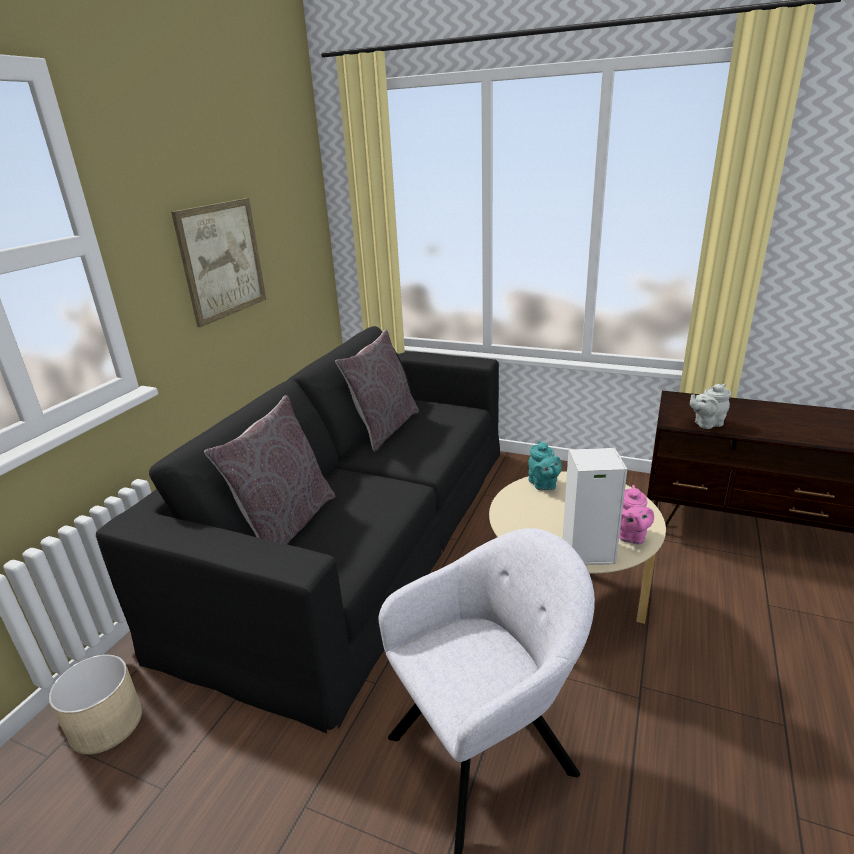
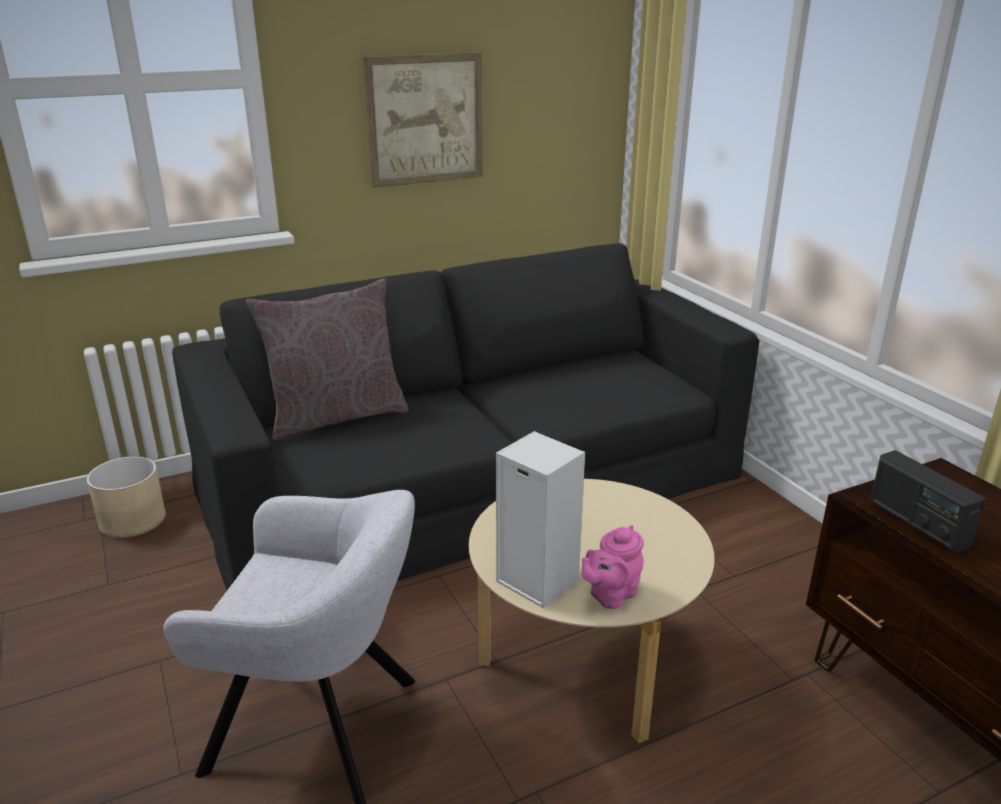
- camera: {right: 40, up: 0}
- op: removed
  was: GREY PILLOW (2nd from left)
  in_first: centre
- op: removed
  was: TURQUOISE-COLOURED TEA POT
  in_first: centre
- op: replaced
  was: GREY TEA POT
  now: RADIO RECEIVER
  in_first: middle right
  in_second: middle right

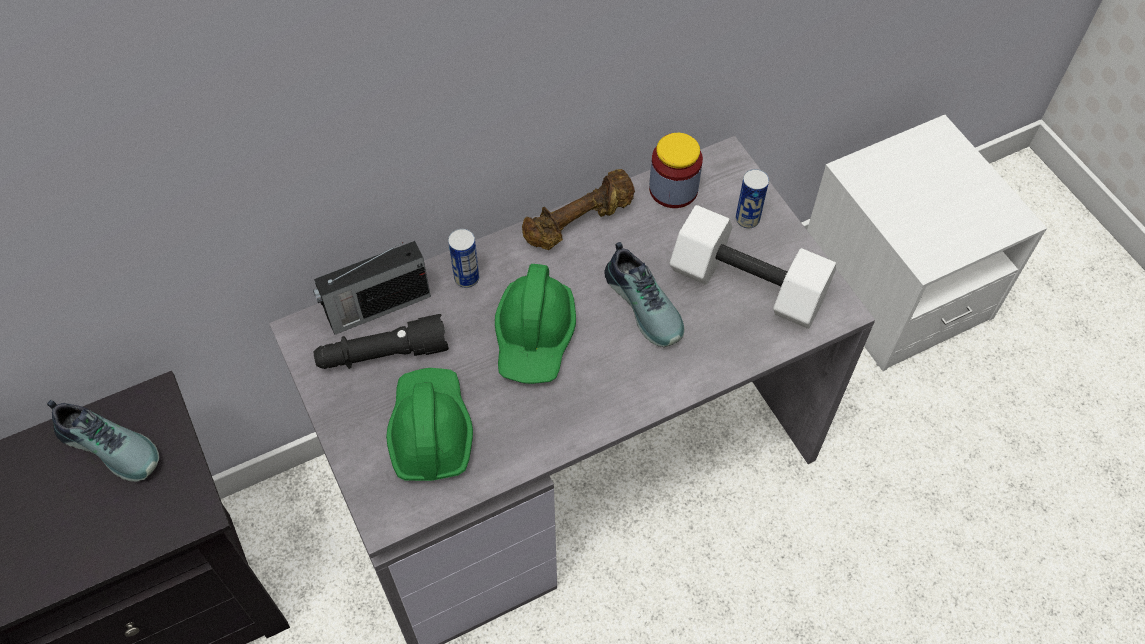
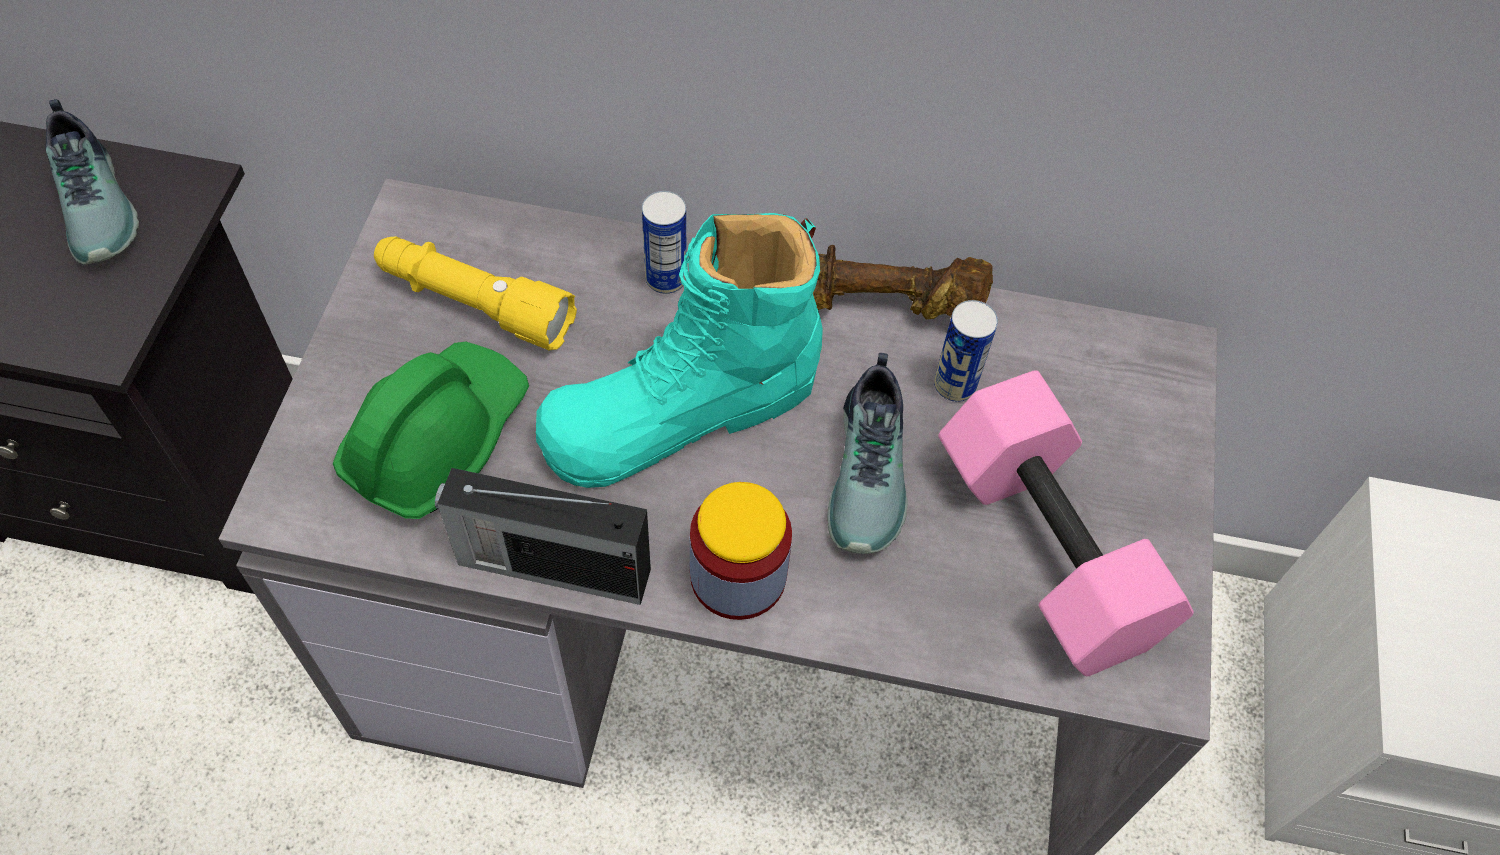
- camera: {right: 35, up: 0}
- op: moved
  was: RADIO RECEIVER
  in_first: middle left
  in_second: centre
- op: moved
  was: STORAGE JAR
  in_first: top centre
  in_second: centre
- op: moved
  was: CAN (2nd from left)
  in_first: top centre
  in_second: centre
- op: replaced
  was: GREEN-COLOURED WORK HELMET (2nd from left)
  now: TURQUOISE-COLOURED BOOT
  in_first: centre
  in_second: centre
- op: recoloured
  was: BLACK-COLOURED HAND TORCH
  now: YELLOW-COLOURED HAND TORCH
  in_first: middle left
  in_second: middle left
- op: recoloured
  was: WHITE-COLOURED FREE WEIGHT
  now: PINK-COLOURED FREE WEIGHT
  in_first: centre
  in_second: middle right

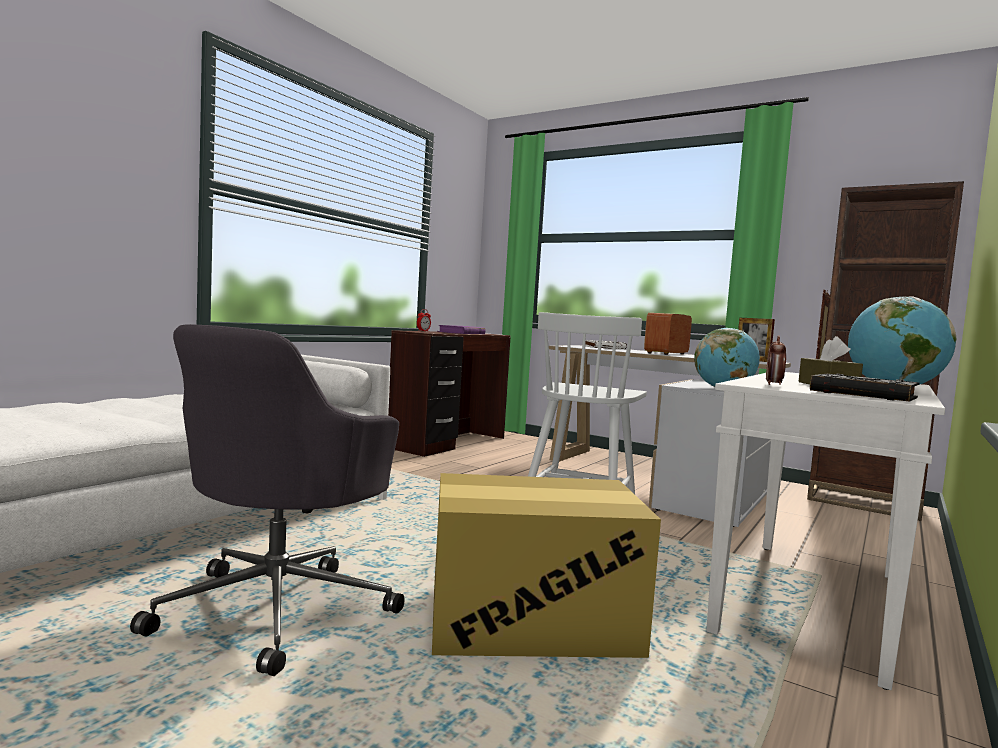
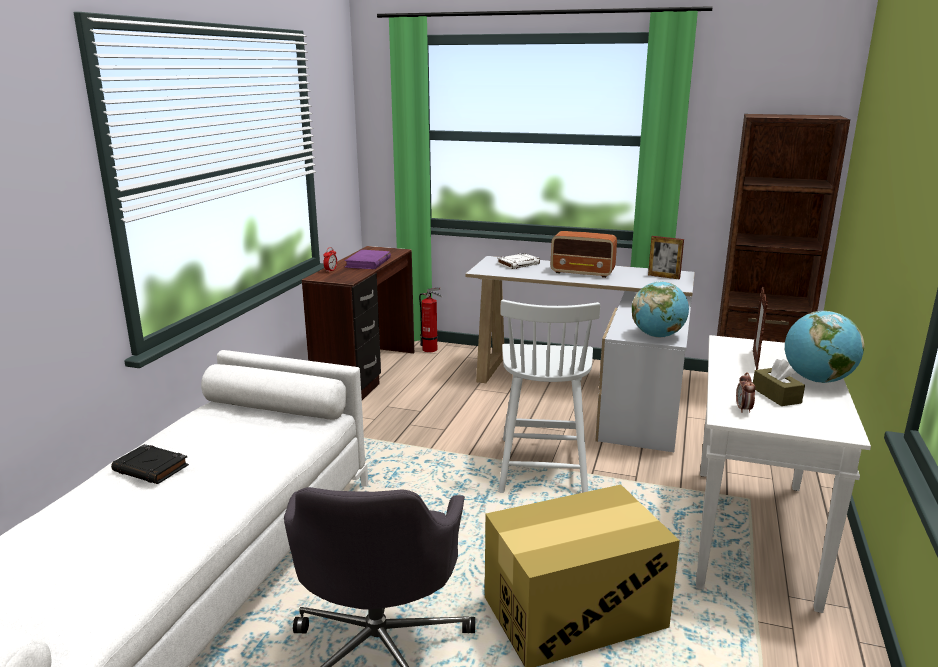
- camera: {right: -15, up: 15}
- op: added
  now: EXTINGUISHER
  in_second: centre
- op: moved
  was: BLACK-COLOURED VOLUME
  in_first: middle right
  in_second: bottom left
- op: turned
  was: RADIO RECEIVER
  in_first: middle right
  in_second: centre
  clockwise: -90

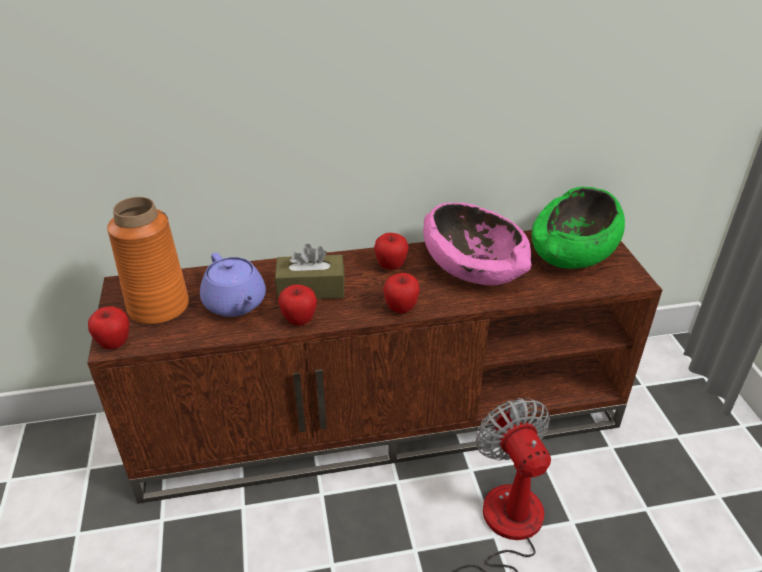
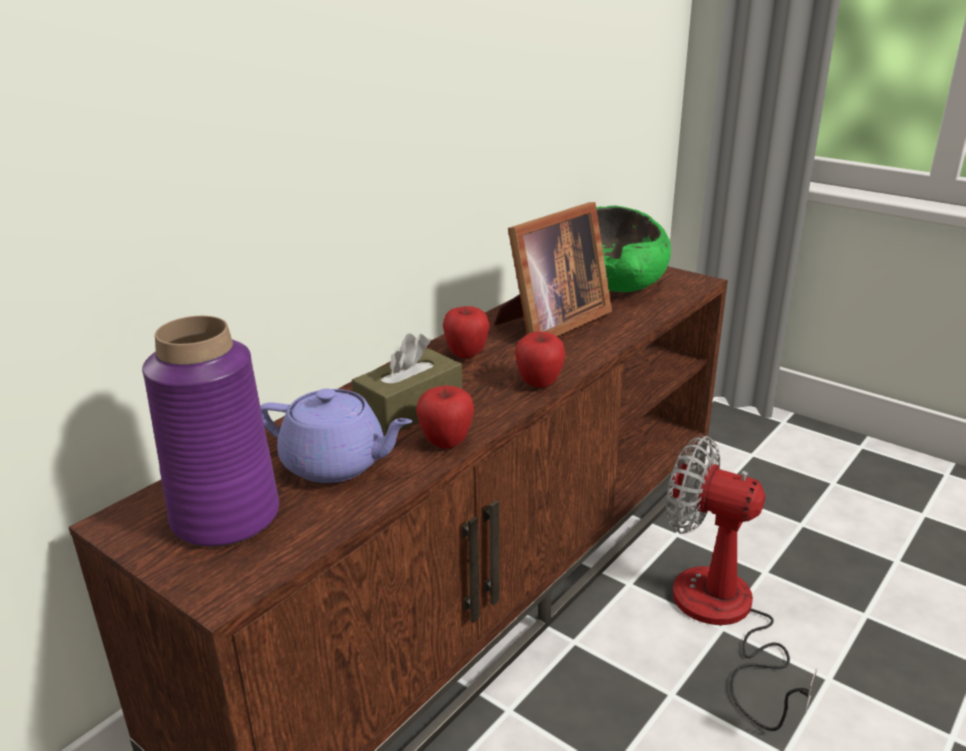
- camera: {right: -40, up: -10}
- op: removed
  was: APPLE (1st from left)
  in_first: middle left
- op: replaced
  was: PINK-COLOURED DEEP DISH
  now: PICTURE FRAME
  in_first: centre
  in_second: centre
- op: recoloured
  was: ORANGE-COLOURED DECORATIVE VASE
  now: PURPLISH DECORATIVE VASE
  in_first: middle left
  in_second: middle left

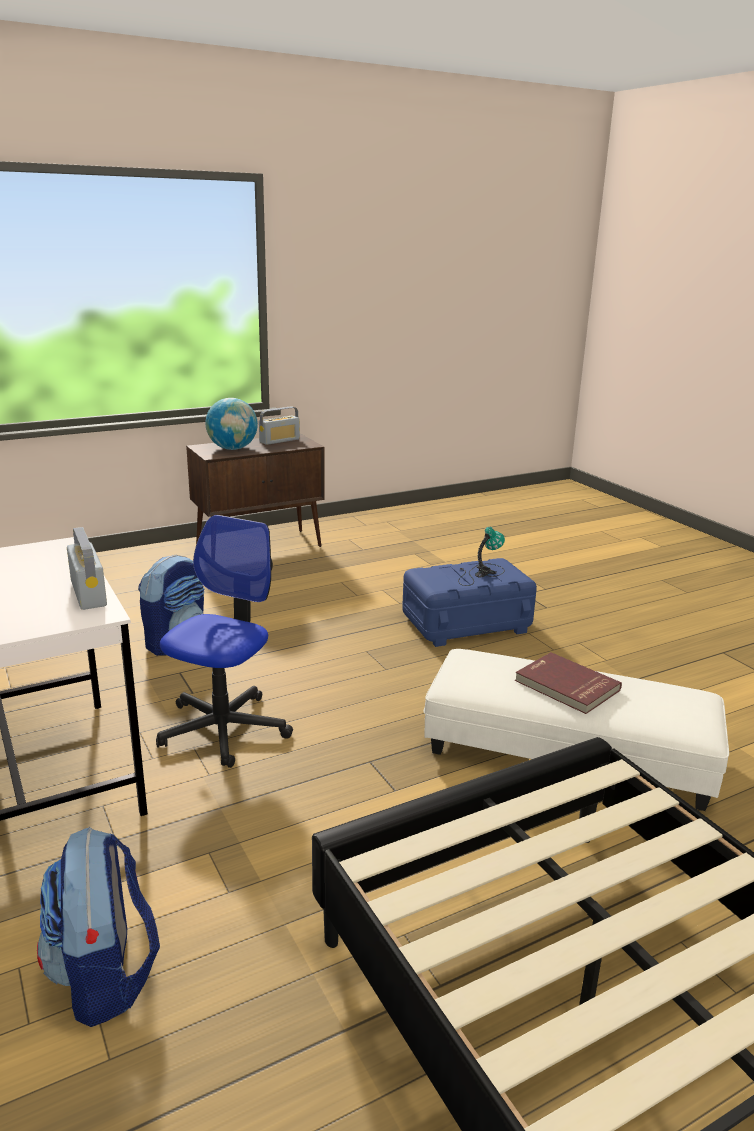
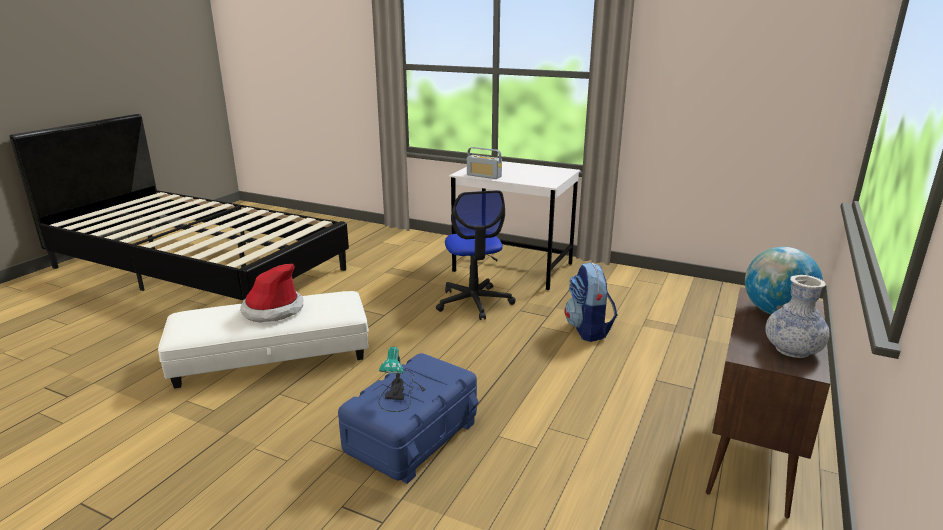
- camera: {right: 145, up: 0}
- op: removed
  was: KNAPSACK (1st from left)
  in_first: bottom left
- op: replaced
  was: RADIO RECEIVER (2nd from left)
  now: DECORATIVE VASE
  in_first: centre
  in_second: middle right
- op: replaced
  was: RED-COLOURED VOLUME
  now: HAT
  in_first: middle right
  in_second: middle left

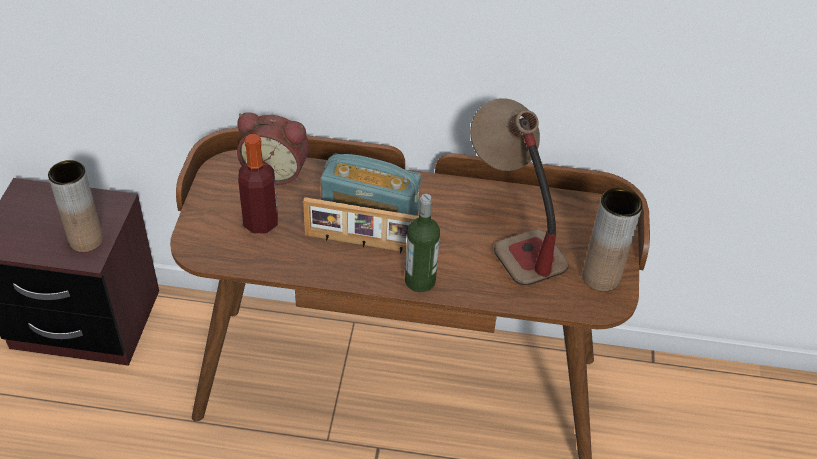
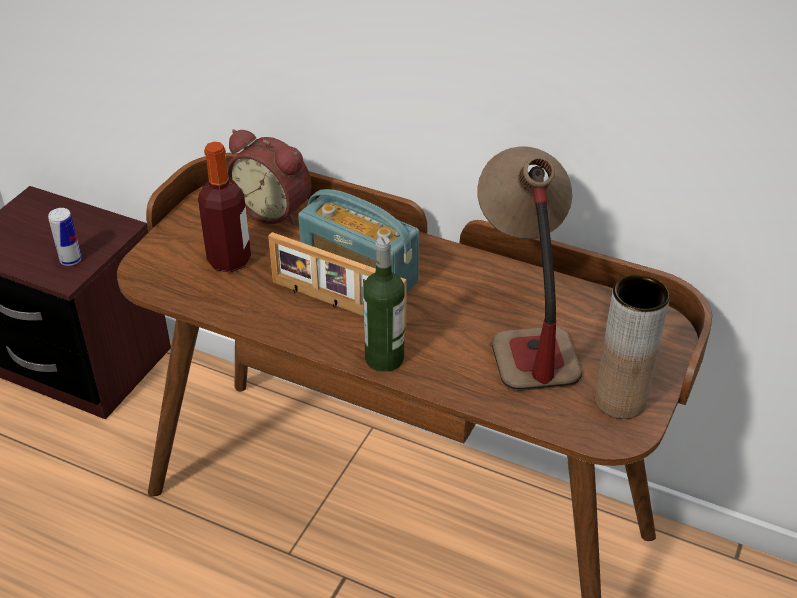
- camera: {right: 20, up: -5}
- op: replaced
  was: BROWN-COLOURED DECORATIVE VASE (1st from left)
  now: CAN
  in_first: middle left
  in_second: middle left

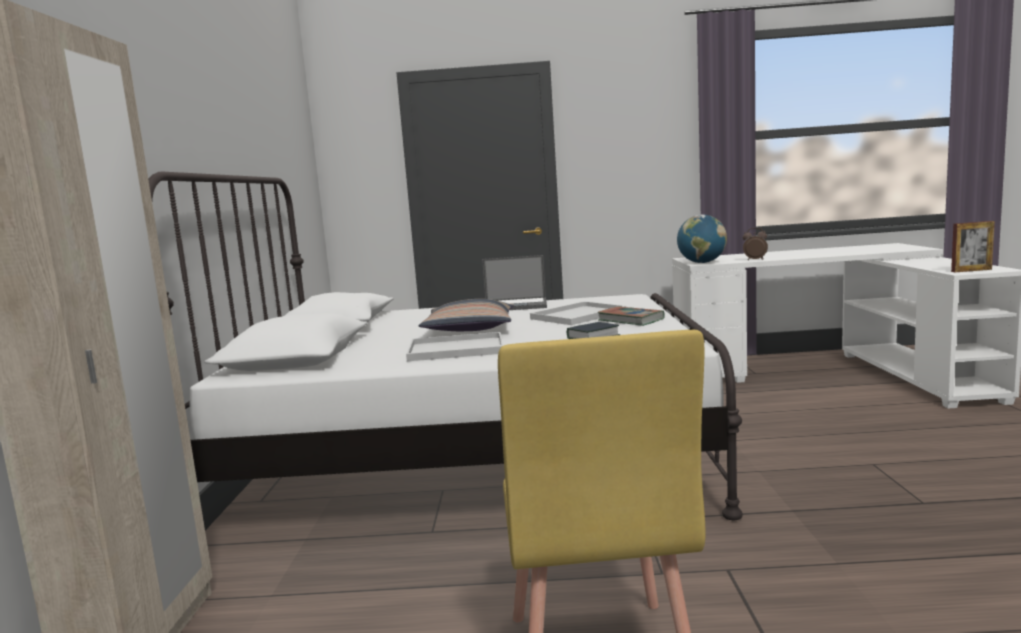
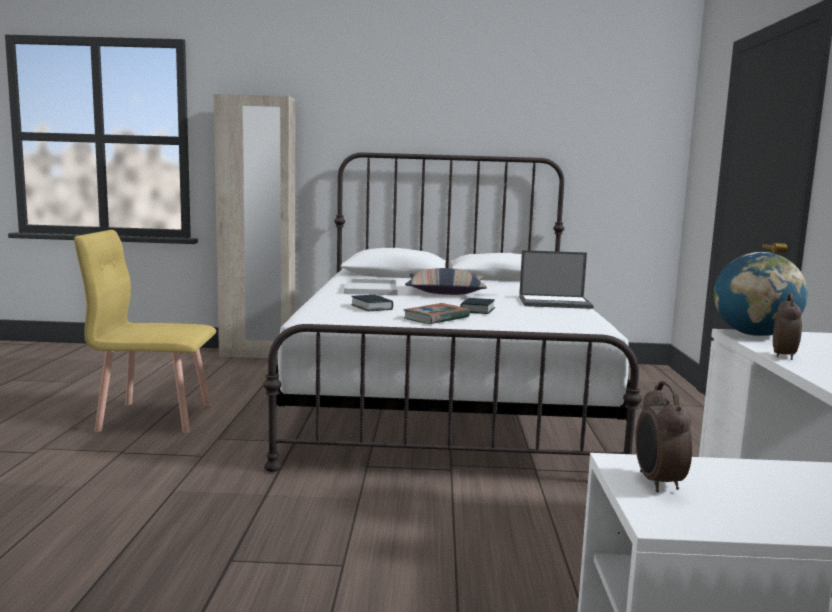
- camera: {right: 90, up: 0}
- op: replaced
  was: WHITE-COLOURED TRAY (2nd from left)
  now: VOLUME (3rd from left)
  in_first: centre
  in_second: centre
- op: replaced
  was: PICTURE FRAME
  now: BEDSIDE CLOCK (1st from left)
  in_first: middle right
  in_second: bottom right
- op: turned
  was: PORTABLE COMPUTER
  in_first: centre
  in_second: middle right
  clockwise: -90

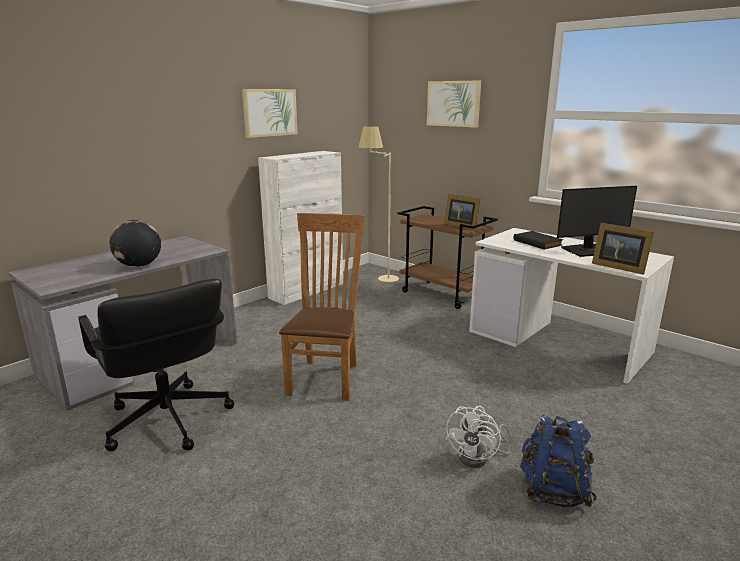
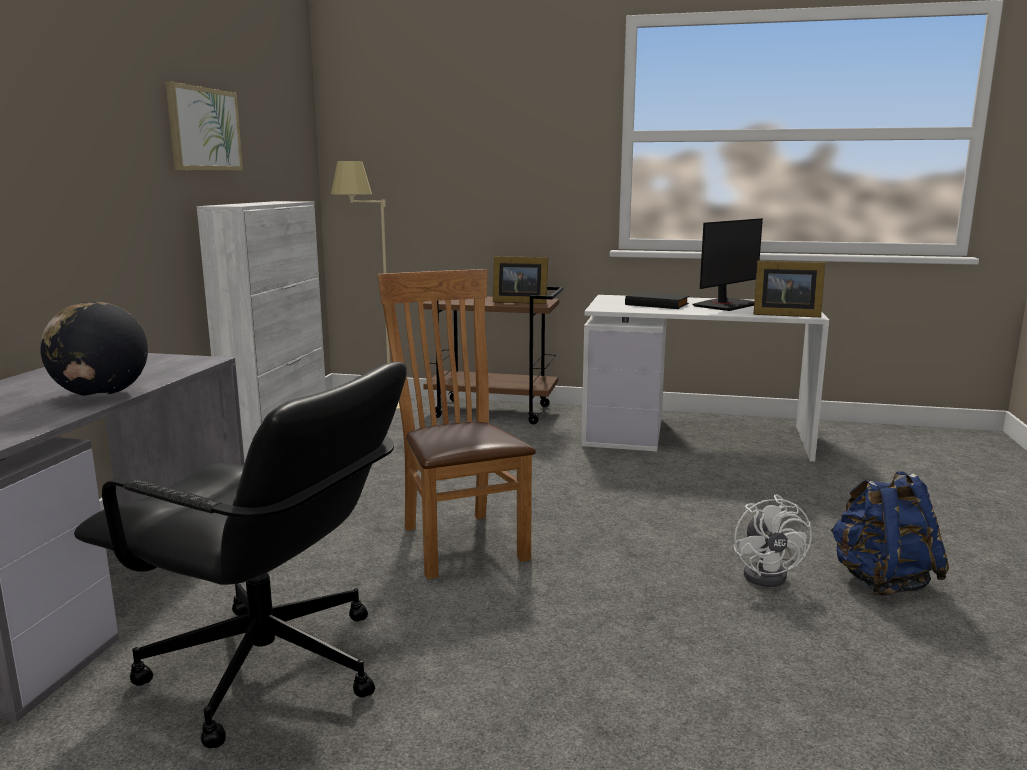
- camera: {right: -30, up: -5}
- op: removed
  was: WALL ART (2nd from left)
  in_first: top centre

